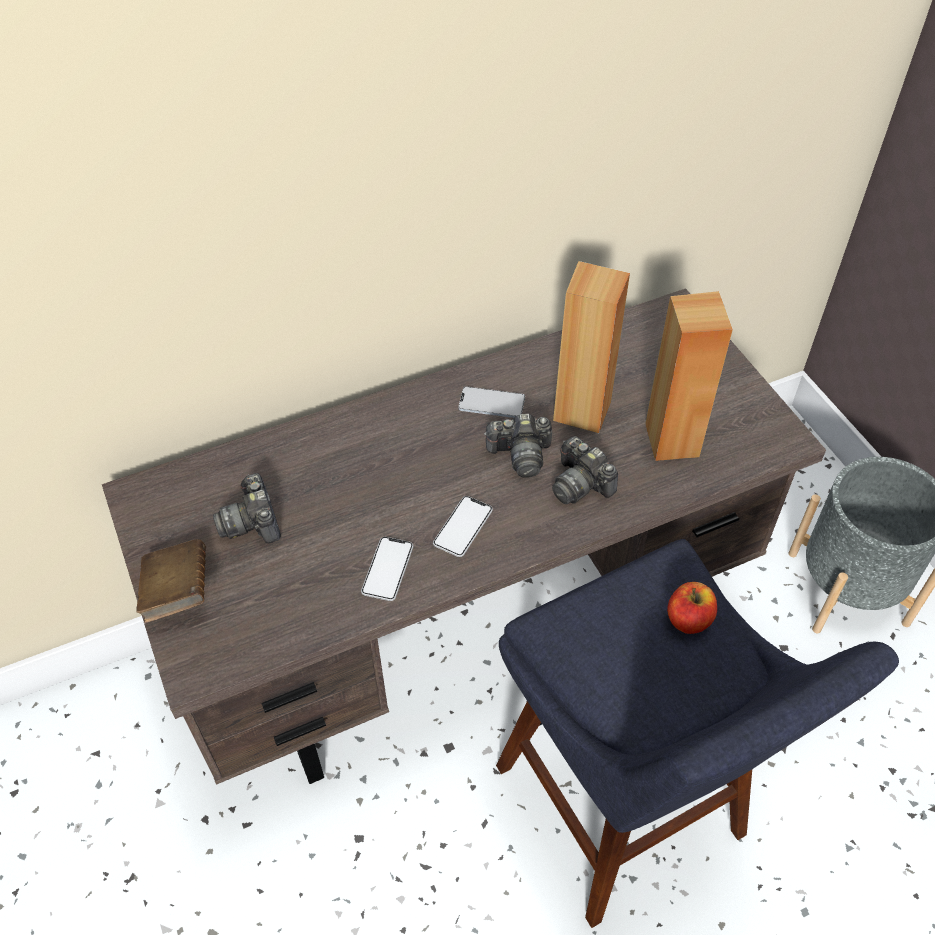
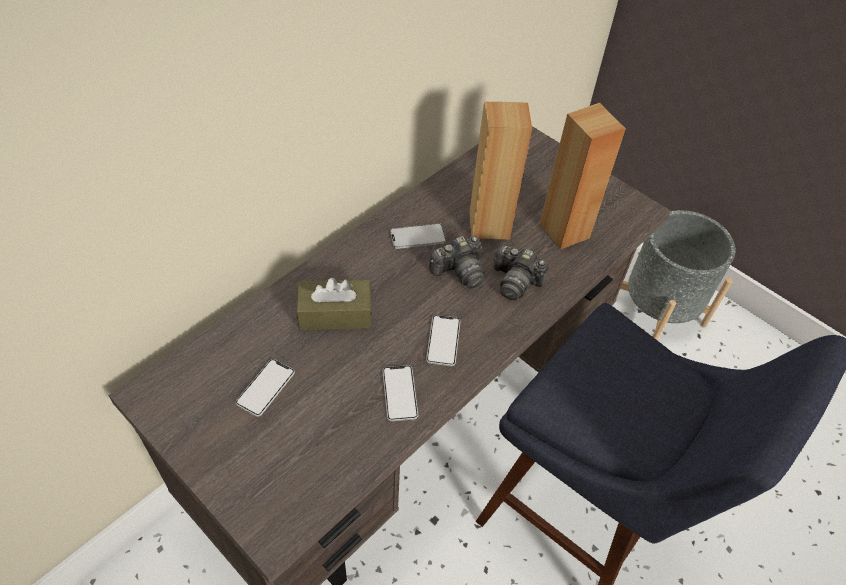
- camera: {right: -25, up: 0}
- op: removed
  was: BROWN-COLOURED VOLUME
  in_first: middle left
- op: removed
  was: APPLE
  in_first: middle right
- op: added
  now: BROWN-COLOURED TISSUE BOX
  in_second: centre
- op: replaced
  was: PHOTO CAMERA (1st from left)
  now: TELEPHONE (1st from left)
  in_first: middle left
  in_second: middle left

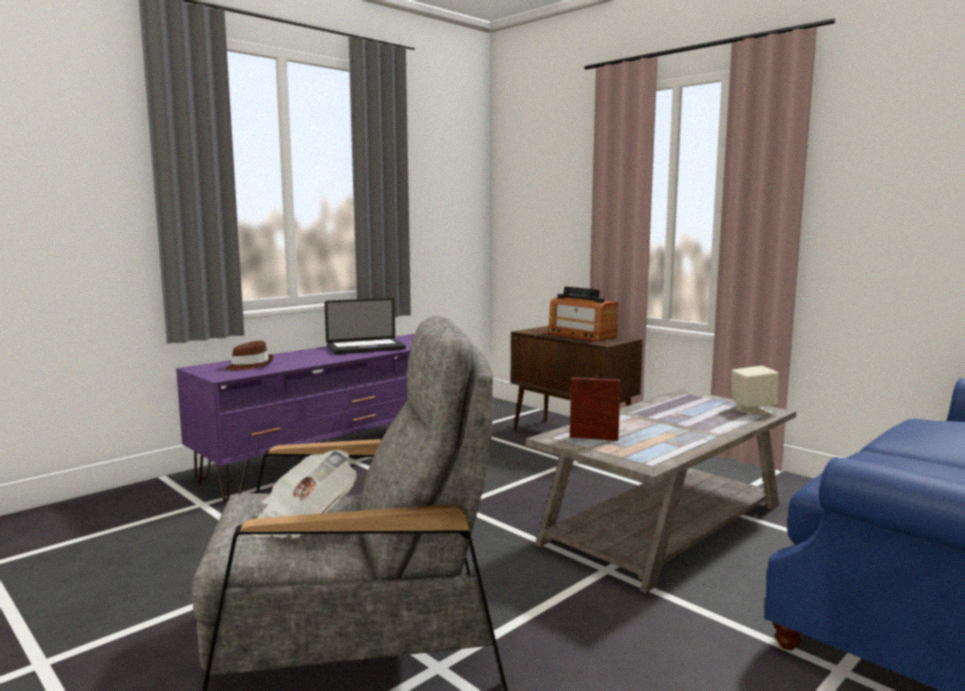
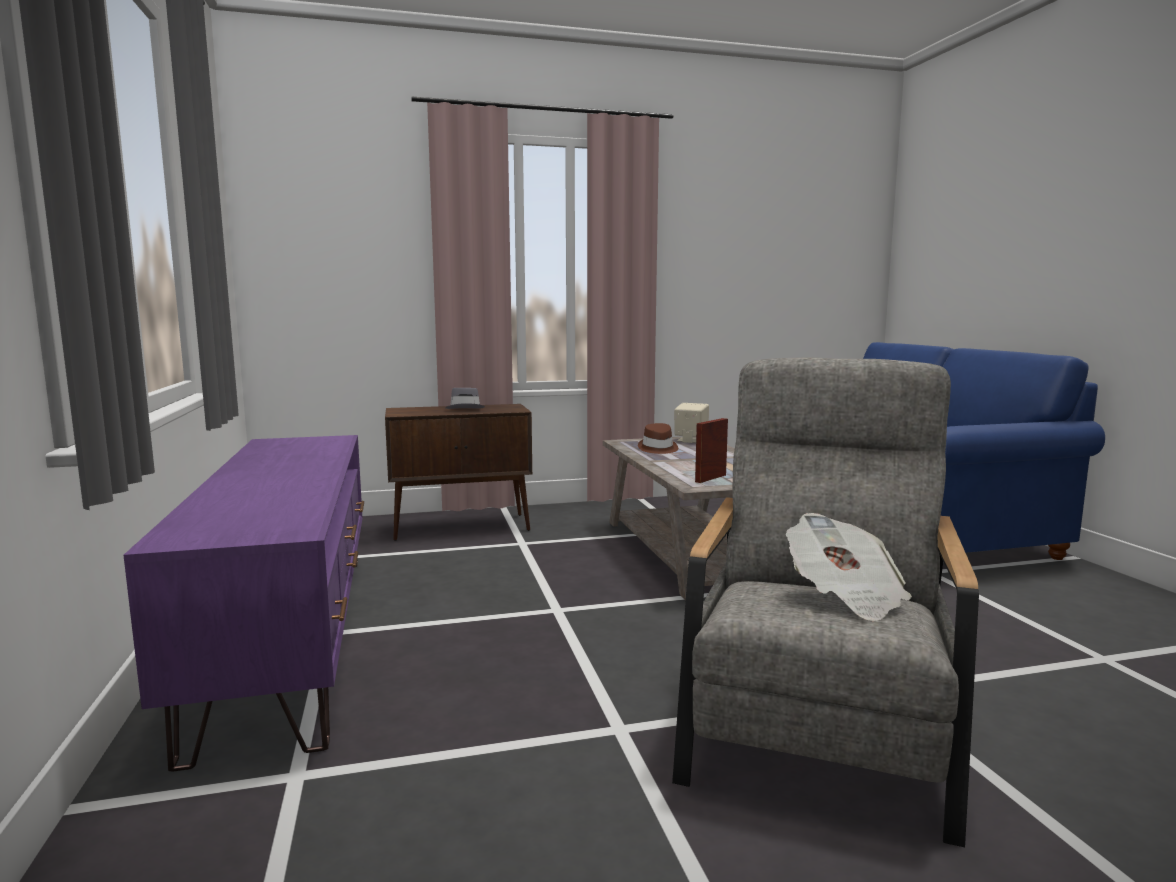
- camera: {right: -60, up: 0}
- op: removed
  was: PORTABLE COMPUTER
  in_first: centre
- op: moved
  was: BROWN-COLOURED HAT
  in_first: middle left
  in_second: centre
- op: replaced
  was: RADIO RECEIVER
  now: GREY HAT
  in_first: centre
  in_second: centre

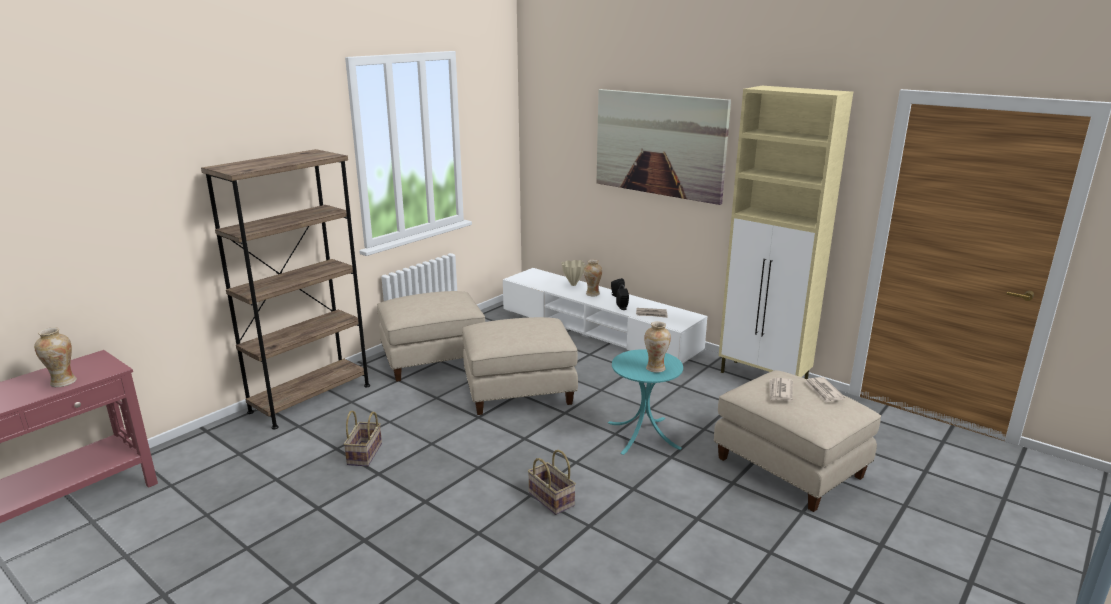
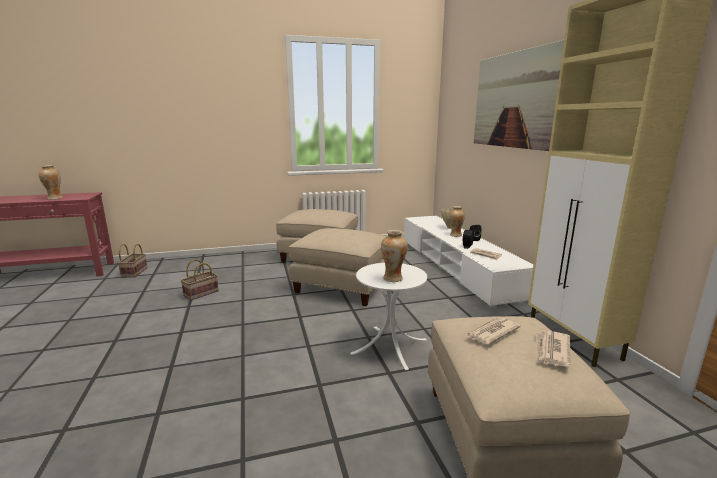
- camera: {right: 35, up: -5}
- op: removed
  was: BROWN-COLOURED BOOKCASE
  in_first: middle left
- op: moved
  was: STORAGE BASKET (2nd from left in the first image)
  now: STORAGE BASKET (1st from left)
  in_first: bottom centre
  in_second: middle left
- op: recoloured
  was: TURQUOISE-COLOURED ACCENT TABLE
  now: WHITE-COLOURED ACCENT TABLE
  in_first: centre
  in_second: centre

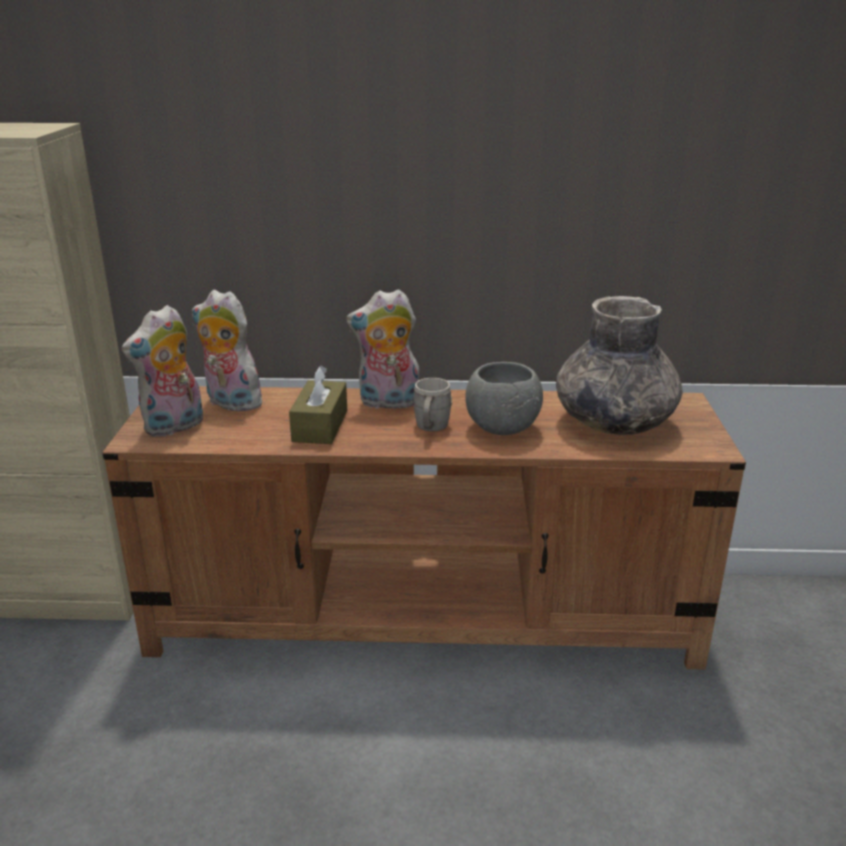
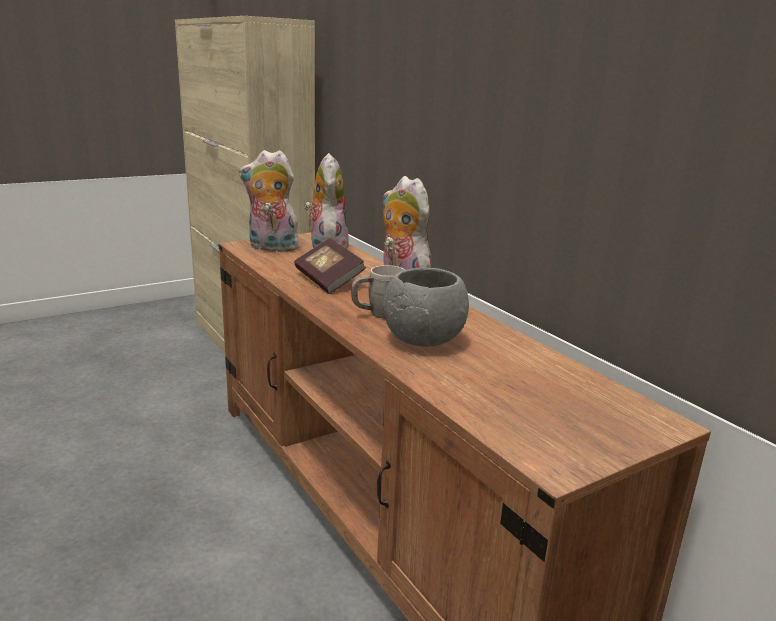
- camera: {right: 55, up: -5}
- op: removed
  was: GREY DECORATIVE VASE
  in_first: middle right
- op: replaced
  was: BROWN-COLOURED TISSUE BOX
  now: VOLUME
  in_first: centre
  in_second: centre

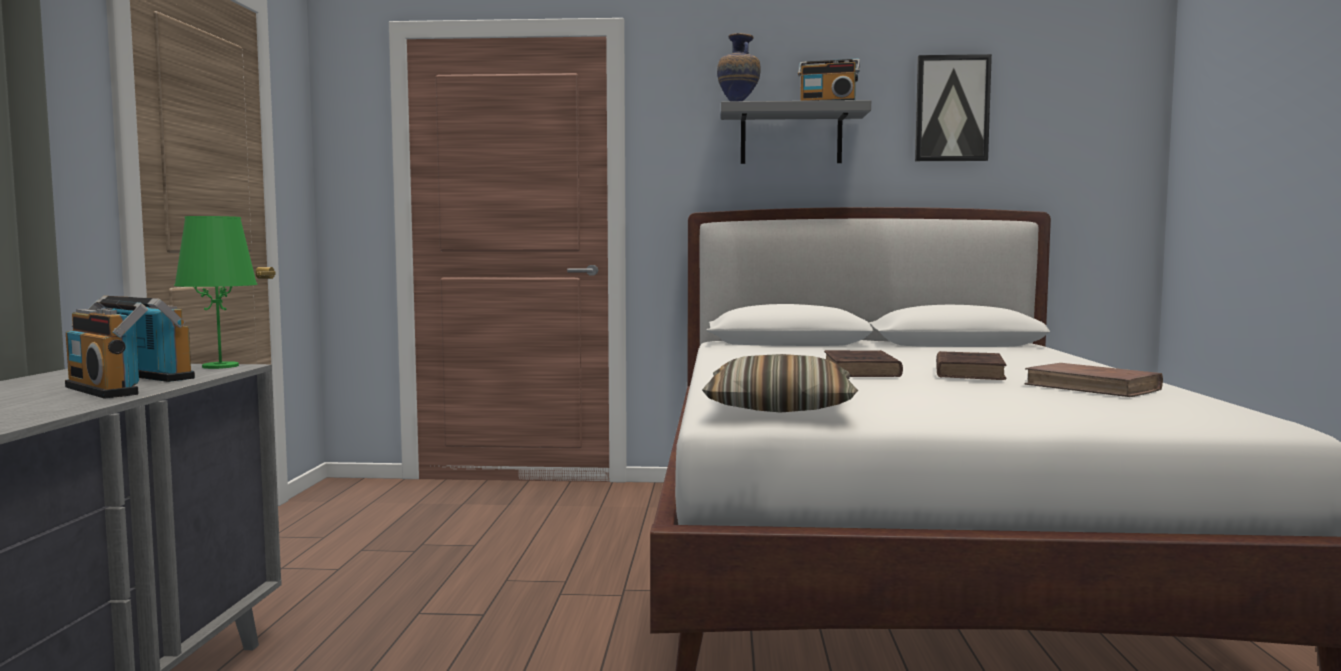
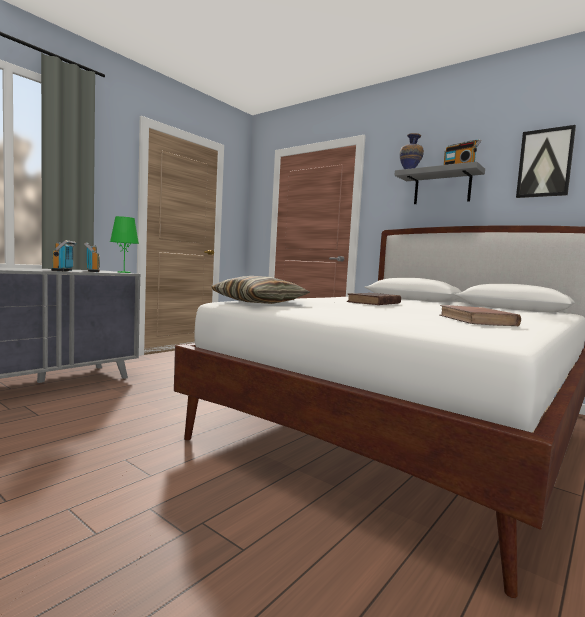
- camera: {right: 35, up: 0}
- op: removed
  was: BROWN-COLOURED VOLUME (2nd from left)
  in_first: middle right

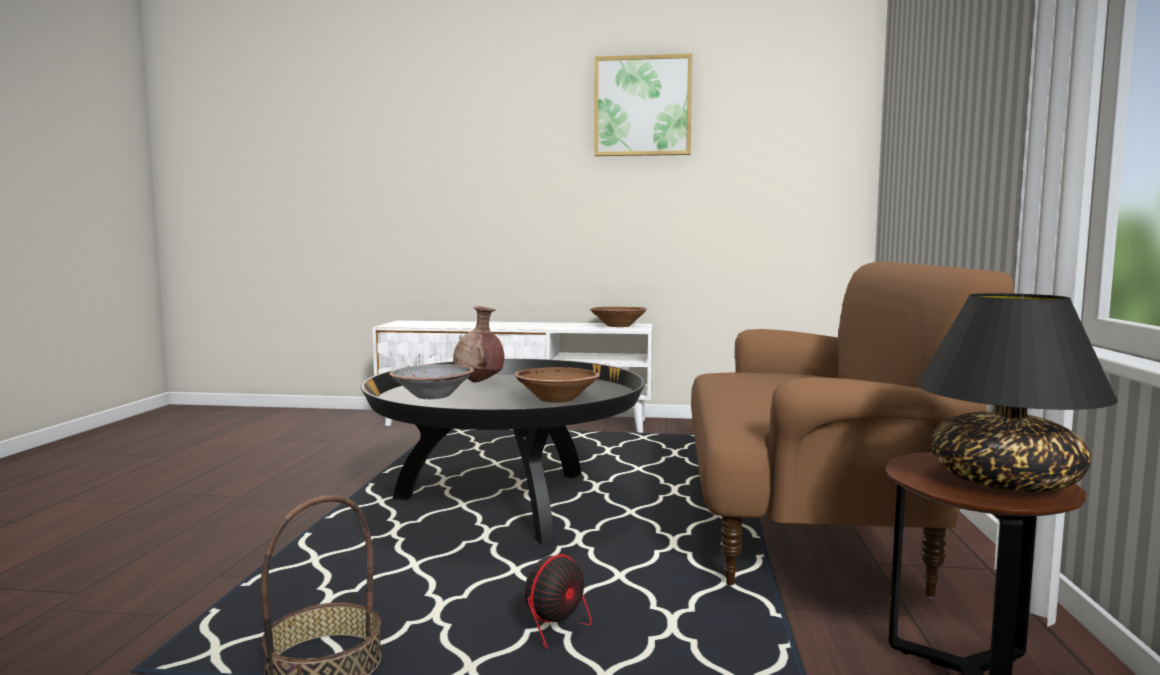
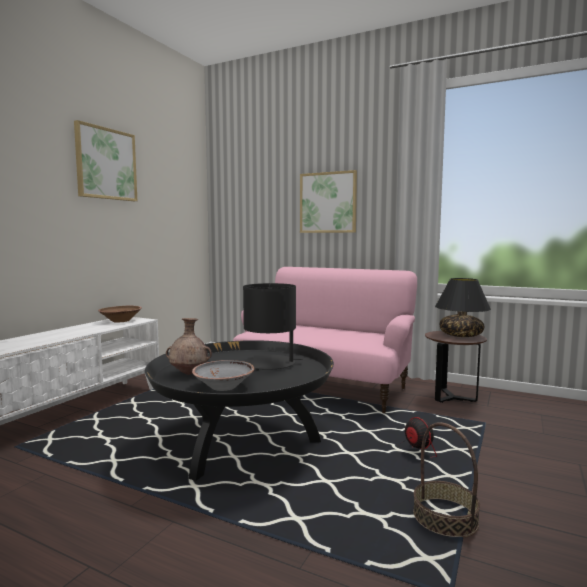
- camera: {right: -70, up: 0}
- op: added
  now: WALL ART (2nd from left)
  in_second: centre
- op: replaced
  was: BROWN-COLOURED DEEP DISH (1st from left)
  now: BLACK-COLOURED TABLETOP LAMP (1st from left)
  in_first: centre
  in_second: centre
- op: recoloured
  was: BROWN-COLOURED SETTEE
  now: PINK-COLOURED SETTEE
  in_first: middle right
  in_second: centre

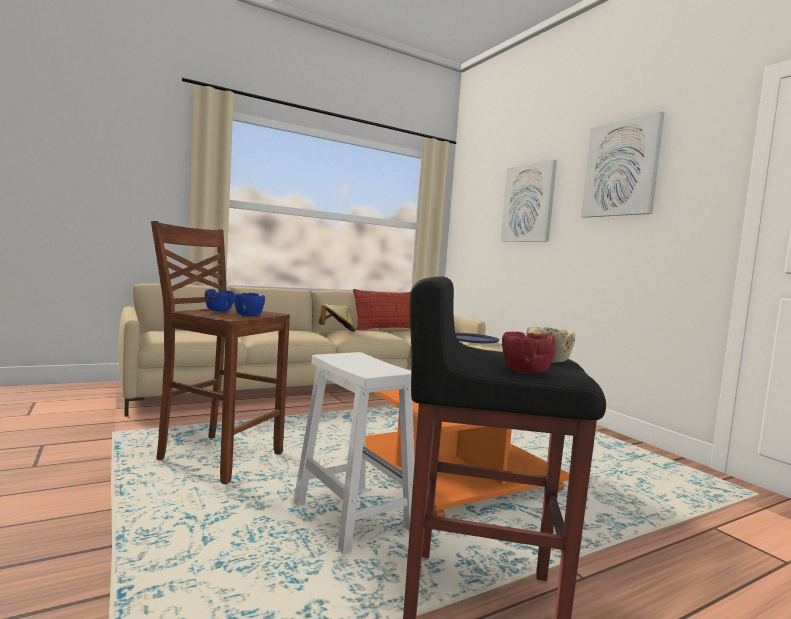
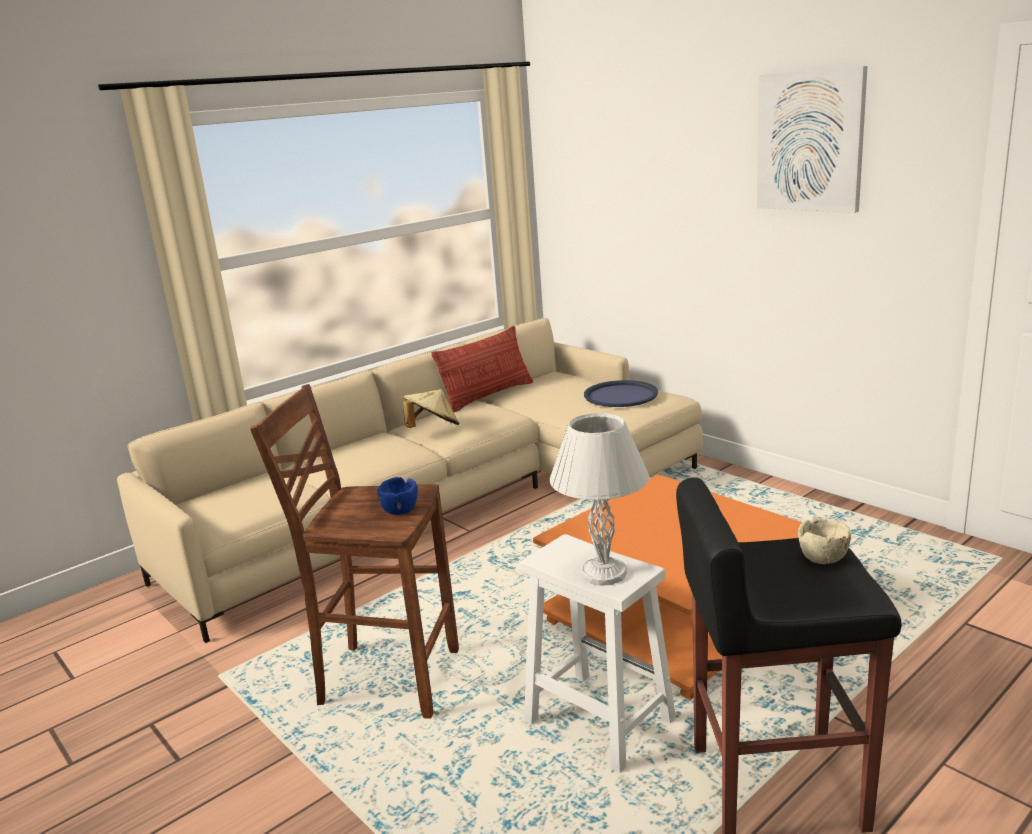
- camera: {right: -10, up: 15}
- op: removed
  was: BLUISH DEEP DISH (1st from left)
  in_first: middle left
- op: removed
  was: WALL ART (1st from left)
  in_first: top right
- op: removed
  was: RED-COLOURED DEEP DISH
  in_first: middle right
- op: added
  now: WHITE-COLOURED TABLETOP LAMP
  in_second: centre

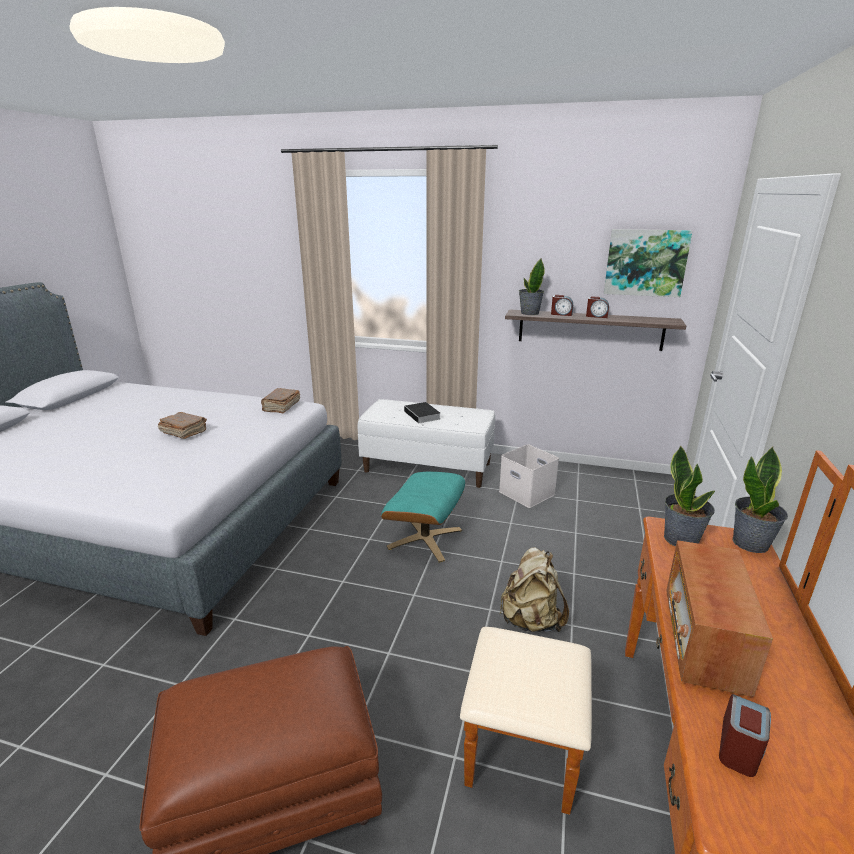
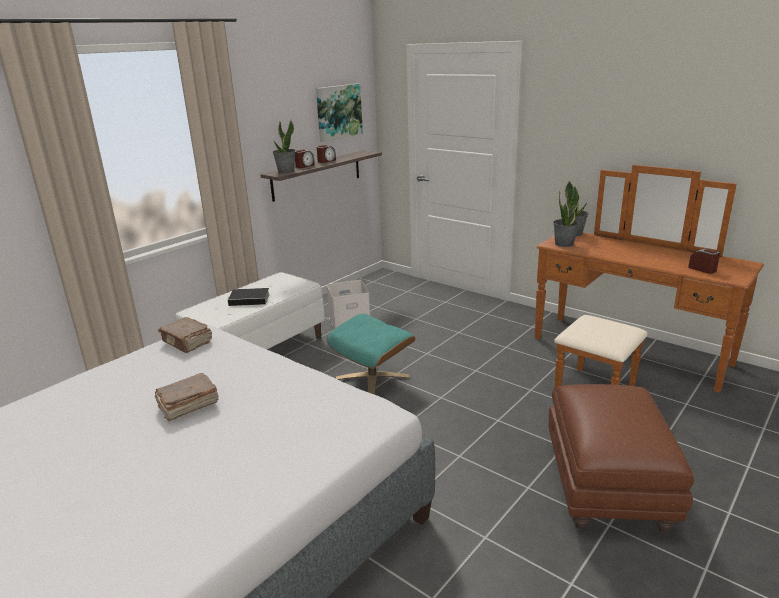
- camera: {right: -65, up: 0}
- op: removed
  was: BEIGE-COLOURED KNAPSACK
  in_first: bottom centre
- op: removed
  was: RADIO RECEIVER
  in_first: bottom right

